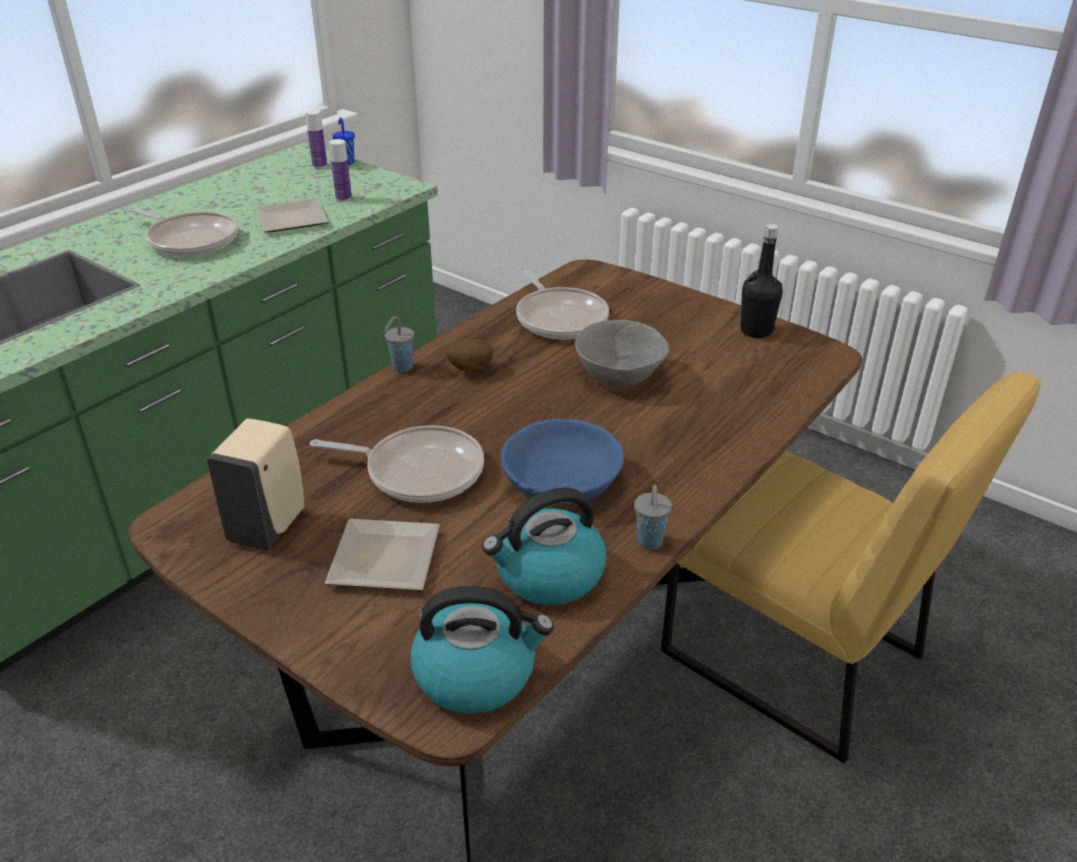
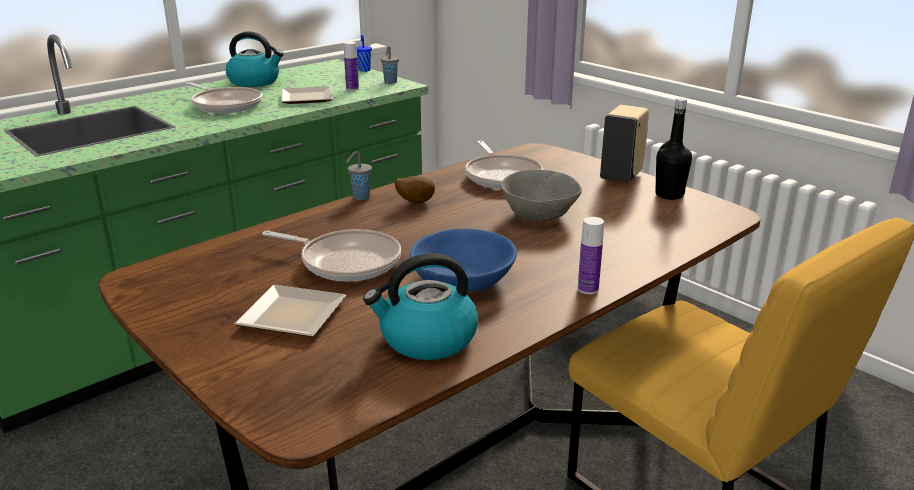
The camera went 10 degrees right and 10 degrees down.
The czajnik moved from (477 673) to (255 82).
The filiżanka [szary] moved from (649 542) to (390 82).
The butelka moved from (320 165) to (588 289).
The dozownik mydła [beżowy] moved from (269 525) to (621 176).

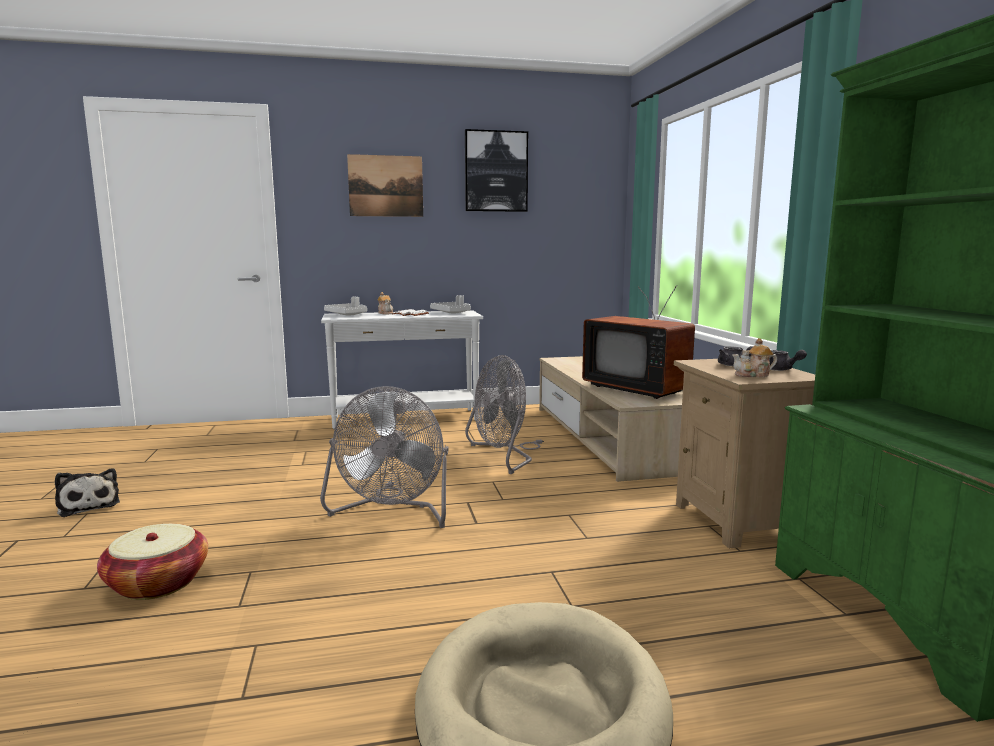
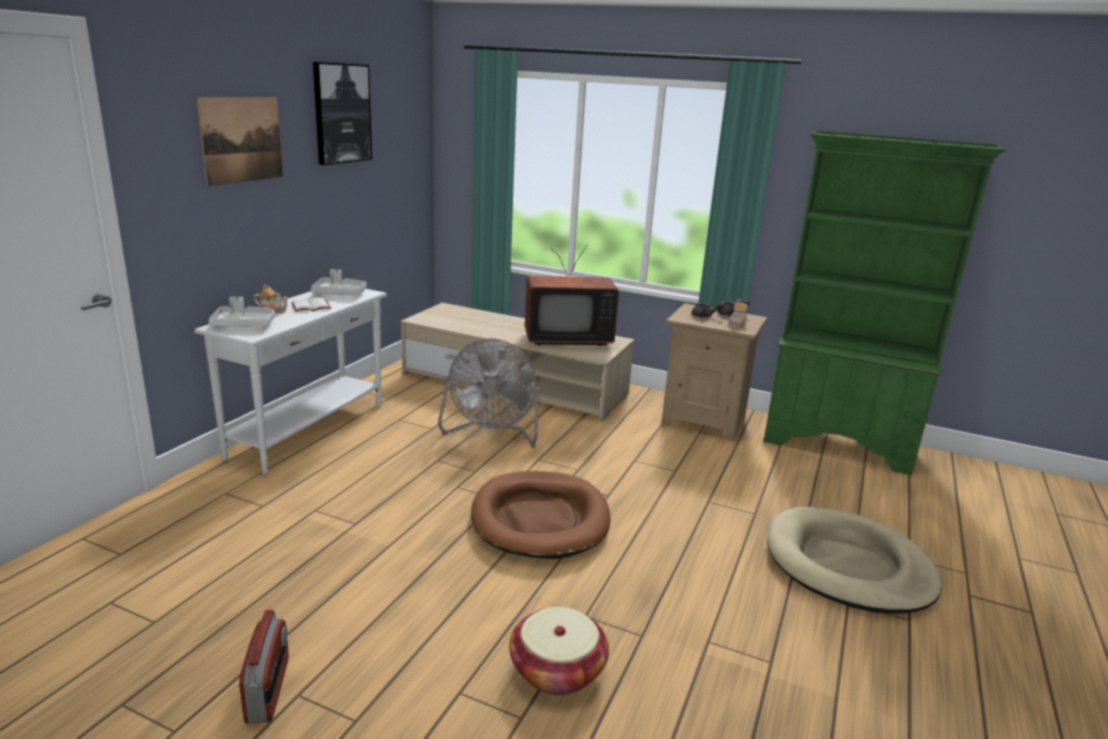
The camera went 55 degrees left and 10 degrees up.
The pluszak at (88 505) was replaced by the radio at (269 690).
The wentylator [szary] at (390 511) was replaced by the legowisko [brązowy] at (540 519).

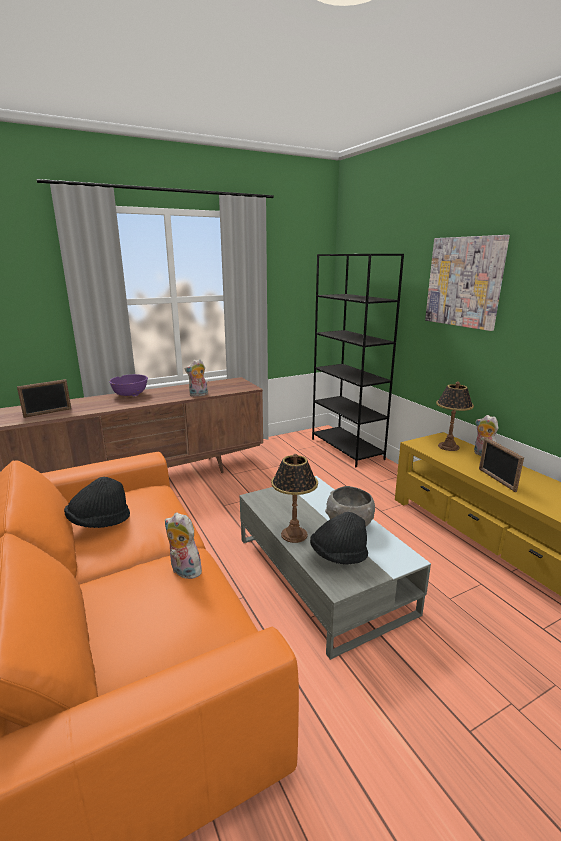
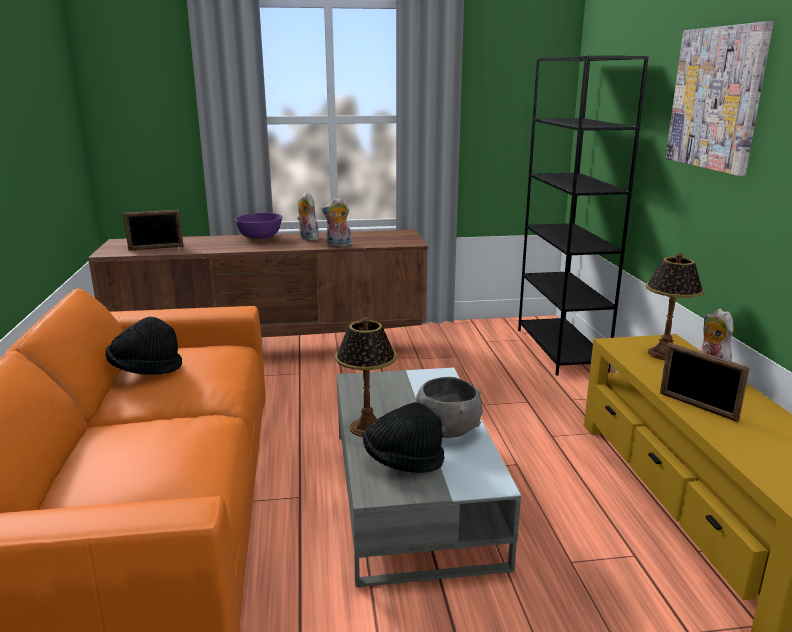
The camera went 20 degrees right and 0 degrees up.
The pluszak moved from (183 571) to (307 238).
The ramka na zdjęcie at (496 480) turned 45 degrees counterclockwise.

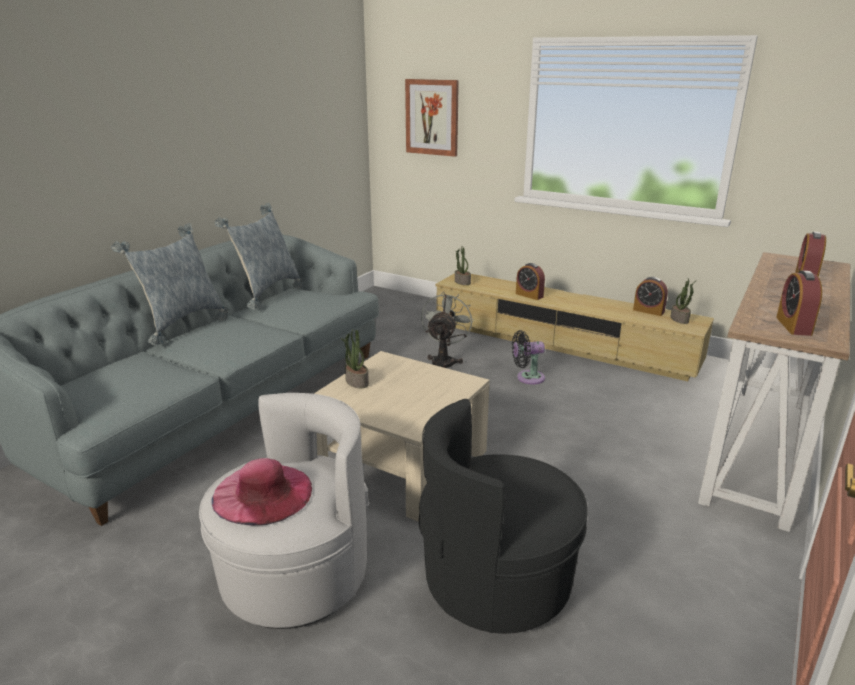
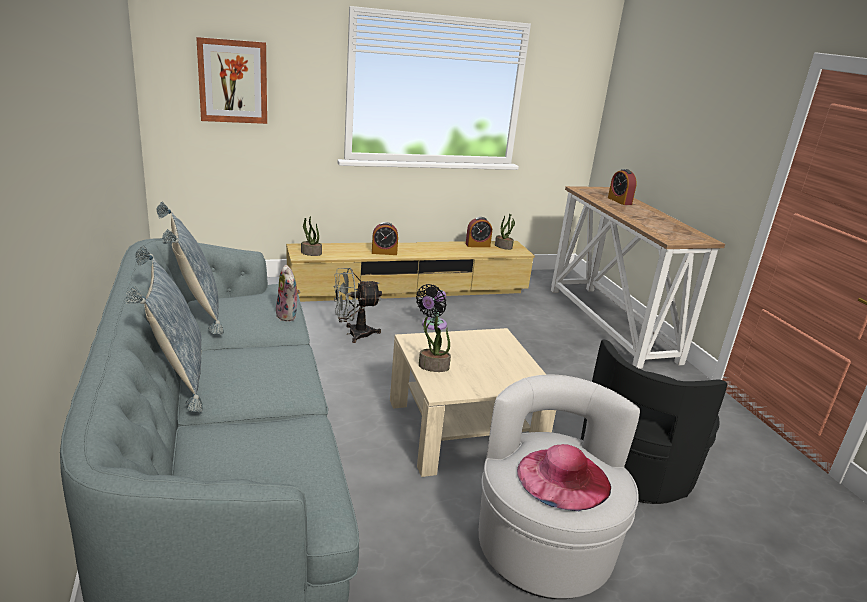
The camera went 50 degrees left and 0 degrees up.
The pluszak at (288 316) appeared.
The wentylator [szary] at (444 361) turned 75 degrees counterclockwise.
The budzik at (793 326) disappeared.

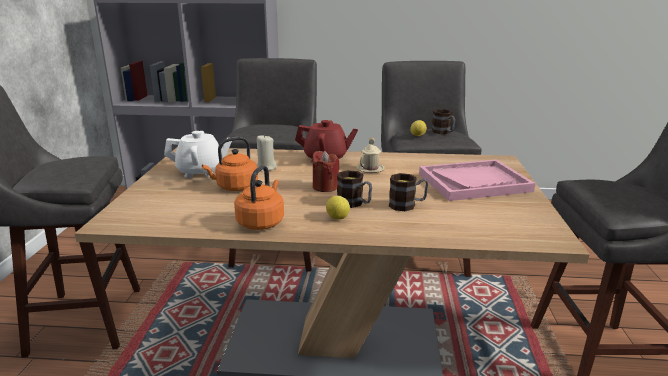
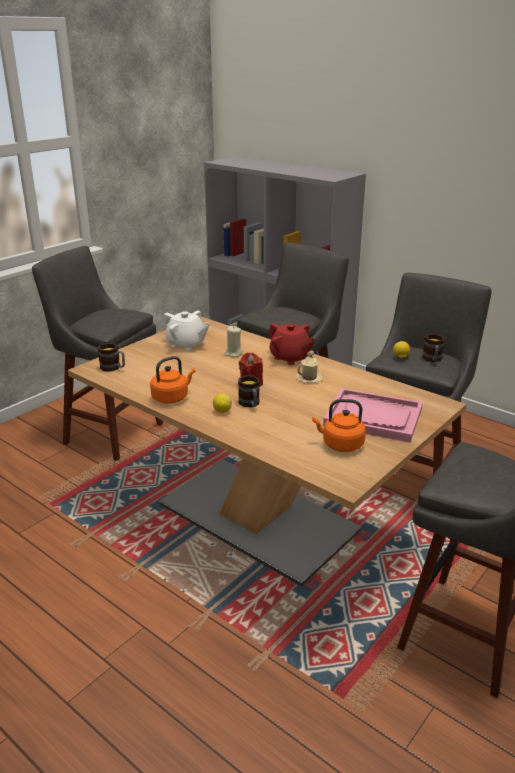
The camera went 35 degrees right and 5 degrees up.
The kubek moved from (407 205) to (113 368).
The czajnik [pomarańczowy] moved from (235 187) to (340 445).

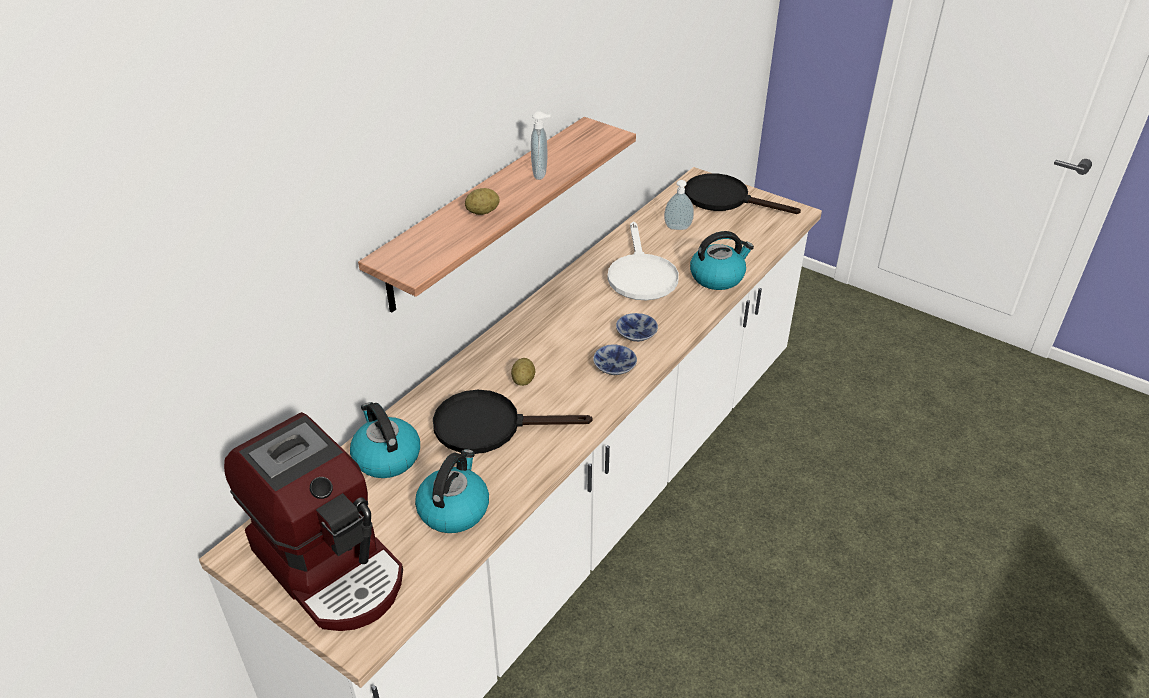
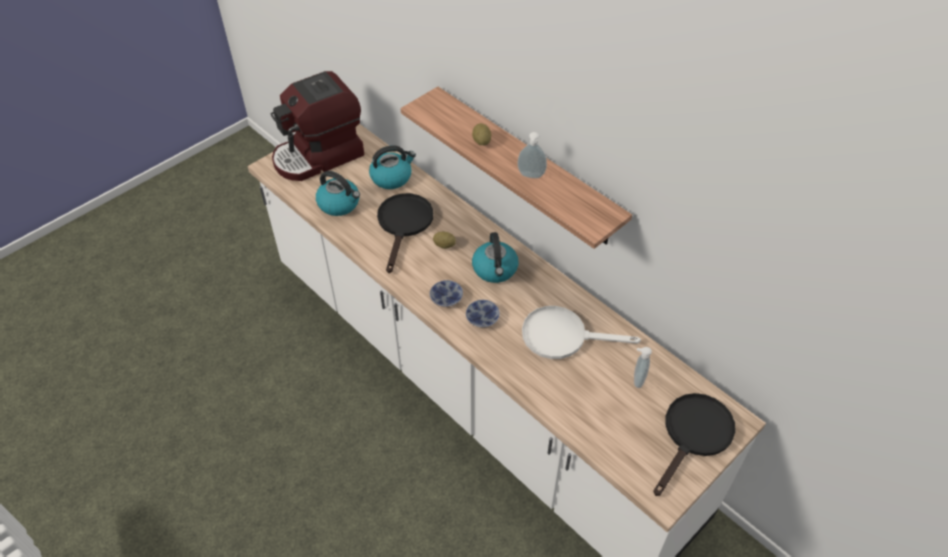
The camera went 100 degrees right and 10 degrees up.
The czajnik moved from (717 277) to (495 269).

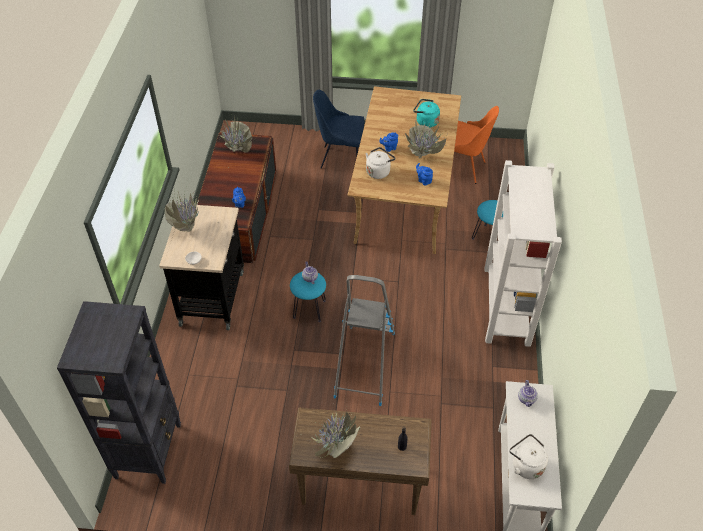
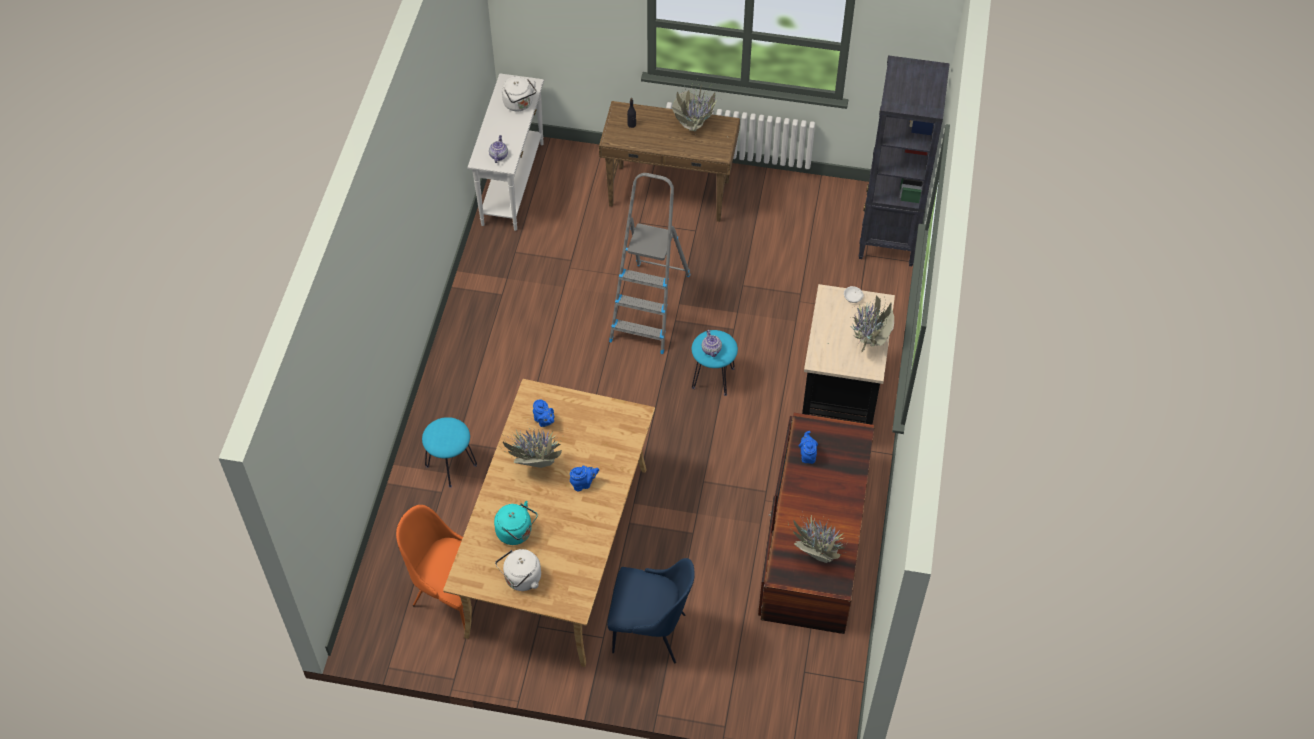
The camera went 175 degrees left and 5 degrees up.
The czajnik [biały] moved from (379 171) to (521 579).
The regał [biały] at (506 305) disappeared.

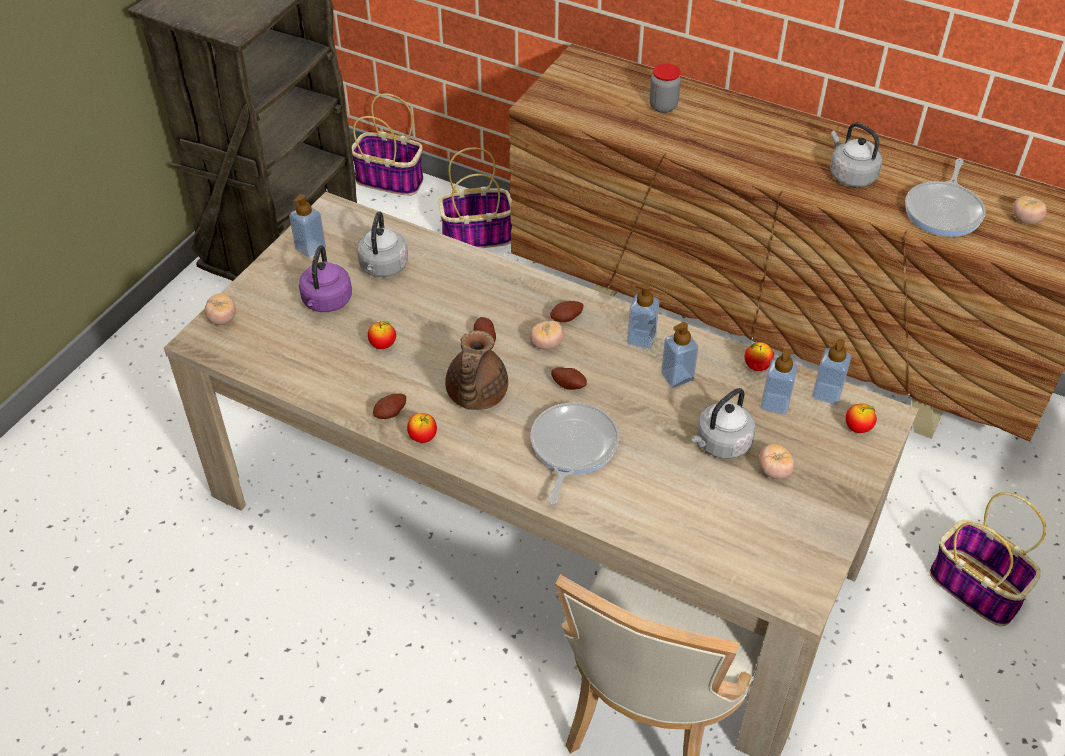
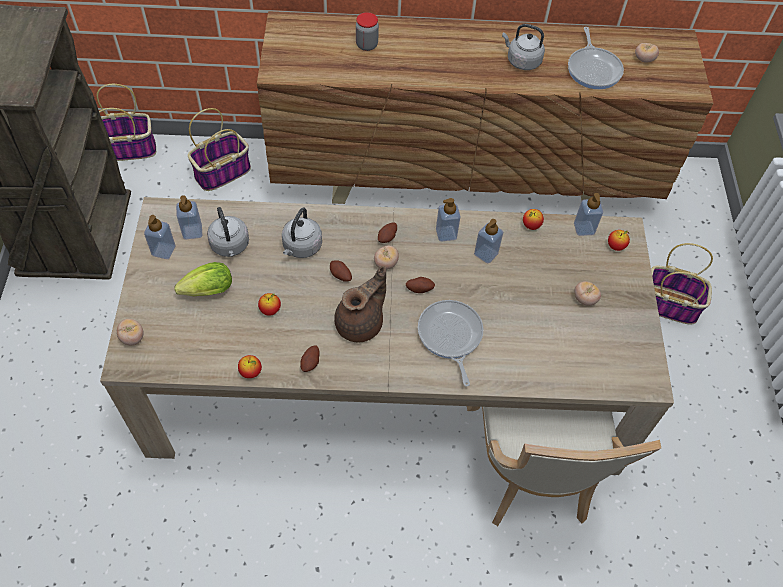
The camera went 30 degrees left and 10 degrees up.
The czajnik [fioletowy] at (326 302) was replaced by the sałata at (205 291).
The dozownik mydła moved from (775 403) to (192 231).
The jabłko moved from (423 438) to (251 372).
The czajnik [szary] moved from (721 444) to (301 247).
The imbryk [brązowy] at (475 395) turned 120 degrees counterclockwise.

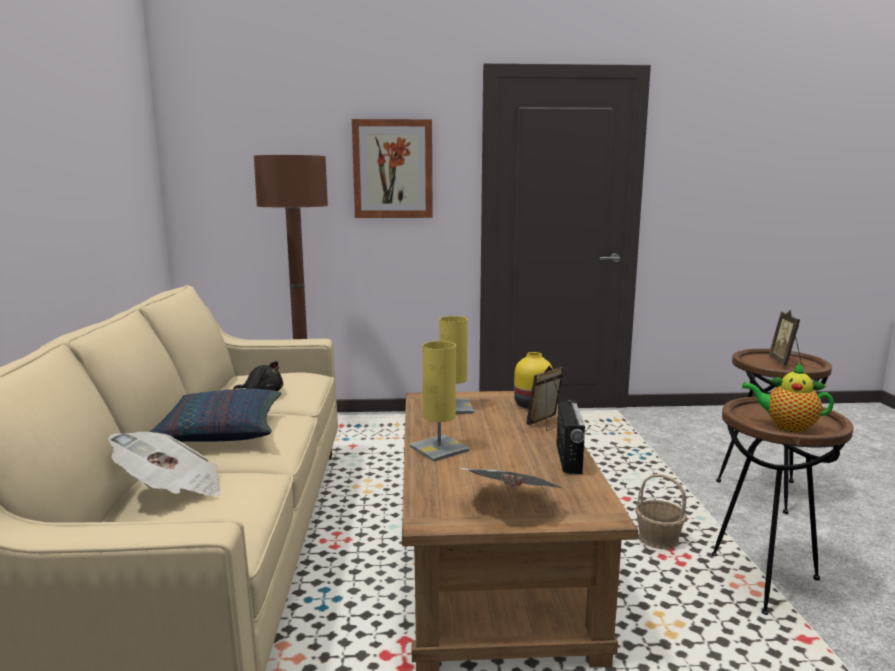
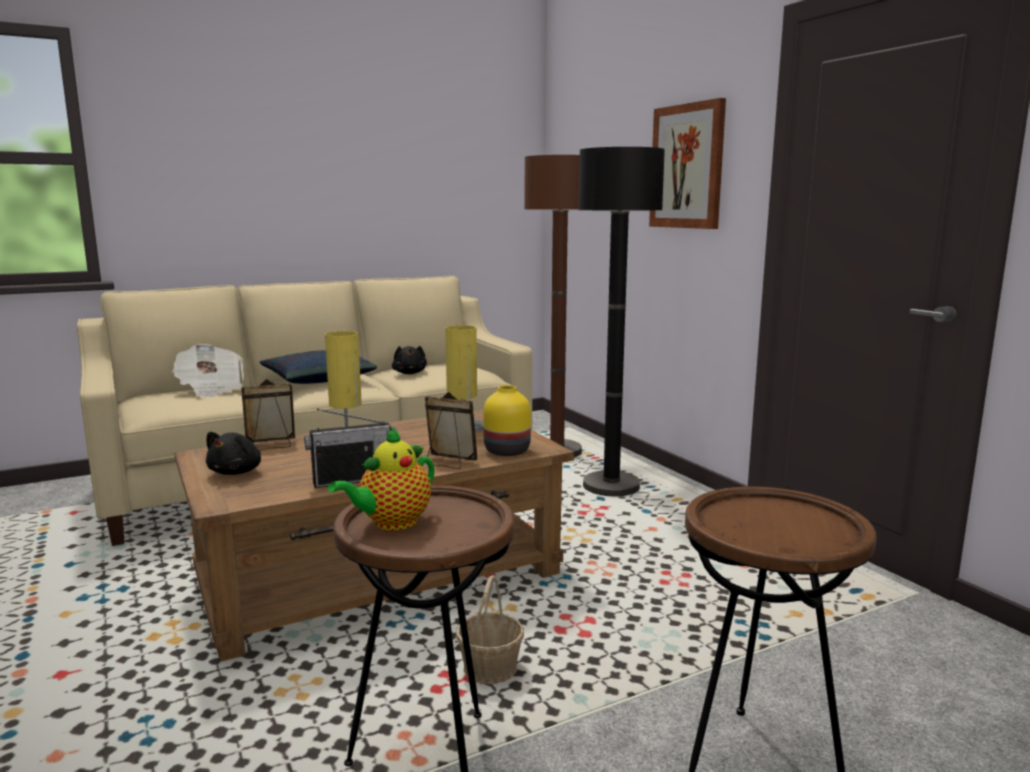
The camera went 65 degrees right and 0 degrees up.
The gazeta at (512 503) was replaced by the pluszak [czarny] at (237 472).
The ramka na zdjęcie moved from (785 363) to (271 445).
The imbryk at (786 426) turned 135 degrees counterclockwise.
The lampa stojąca [czarny] at (611 487) appeared.

